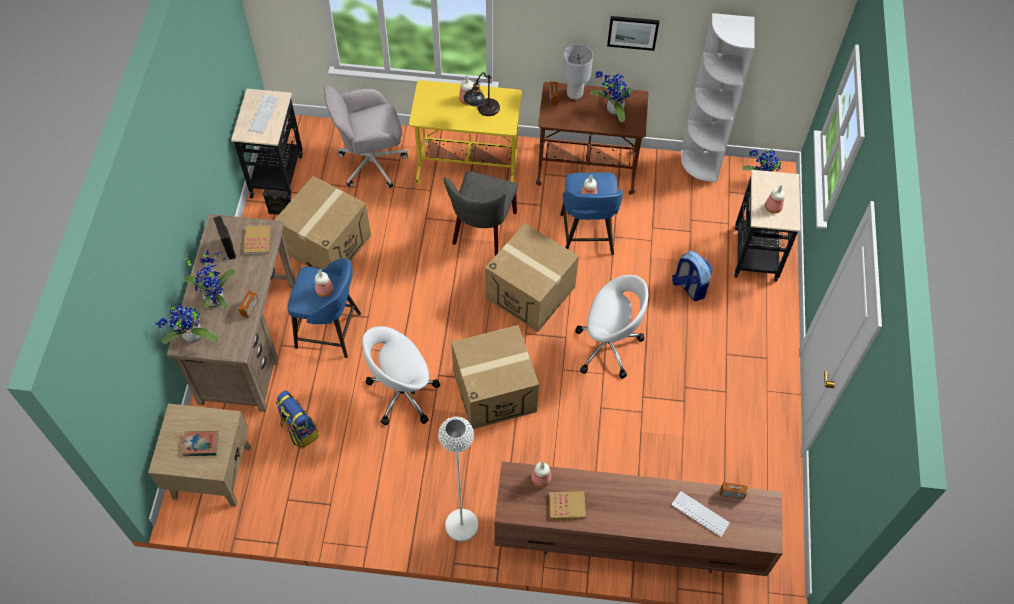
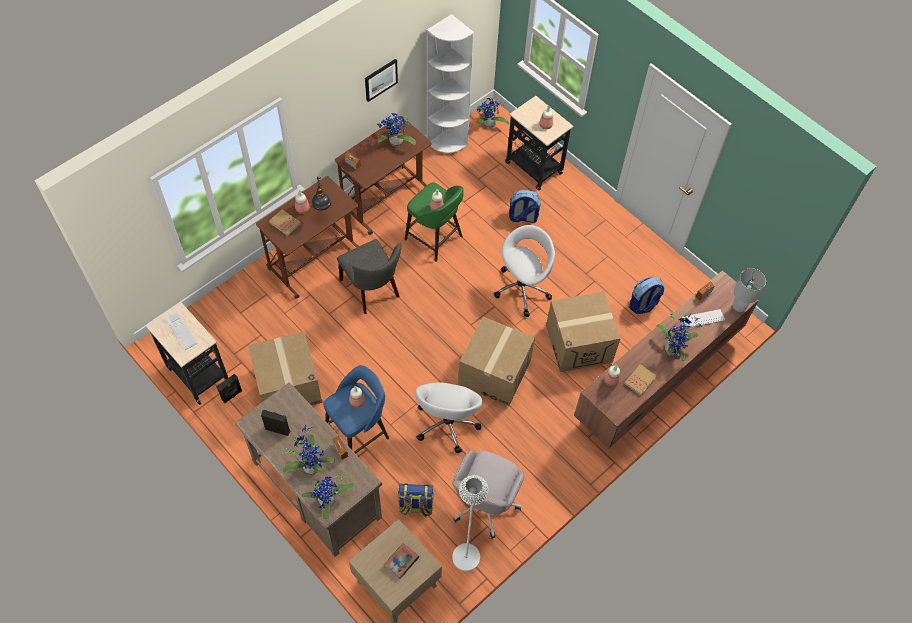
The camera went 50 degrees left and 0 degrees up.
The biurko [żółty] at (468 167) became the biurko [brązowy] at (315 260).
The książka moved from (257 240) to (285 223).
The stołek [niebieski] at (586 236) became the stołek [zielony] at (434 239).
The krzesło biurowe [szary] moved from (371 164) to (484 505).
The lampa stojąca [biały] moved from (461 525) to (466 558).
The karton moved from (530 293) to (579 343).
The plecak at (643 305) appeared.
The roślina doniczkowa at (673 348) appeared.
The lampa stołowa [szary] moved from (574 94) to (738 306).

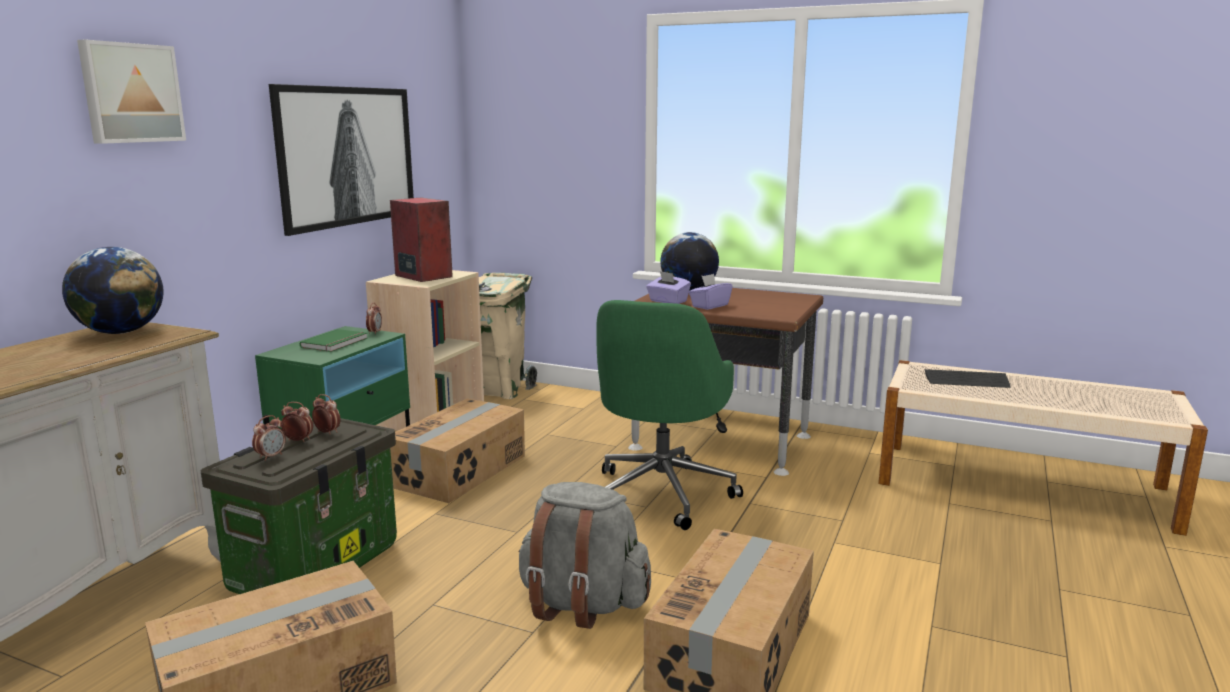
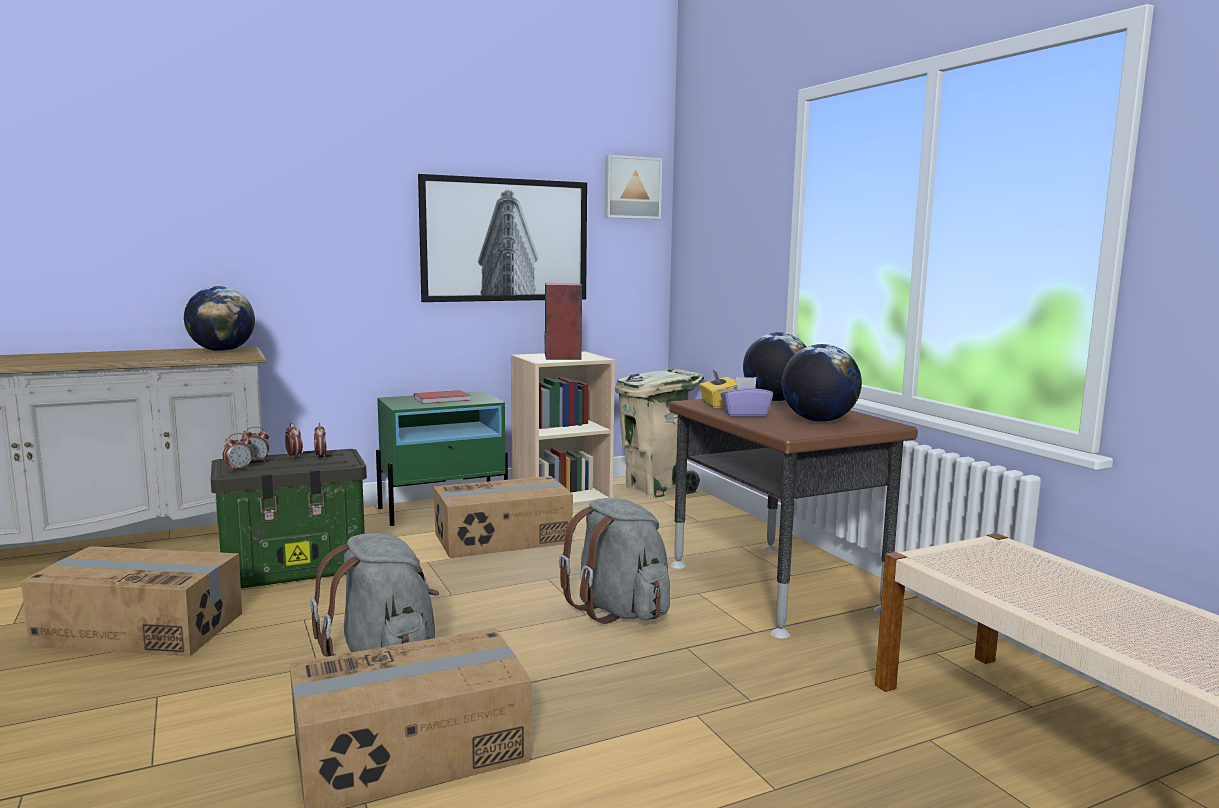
The camera went 40 degrees right and 5 degrees down.
The budzik moved from (374 332) to (238 469).
The książka [zielony] at (336 343) became the książka [czerwony] at (442 399).
The krzesło biurowe [zielony] at (662 495) was replaced by the plecak [szary] at (619 610).
The obraz moved from (131 93) to (631 187).
The pudełko chusteczek [fioletowy] at (667 301) became the pudełko chusteczek [żółty] at (717 405).
The globus at (818 421) appeared.
The klawiatura at (966 381) disappeared.

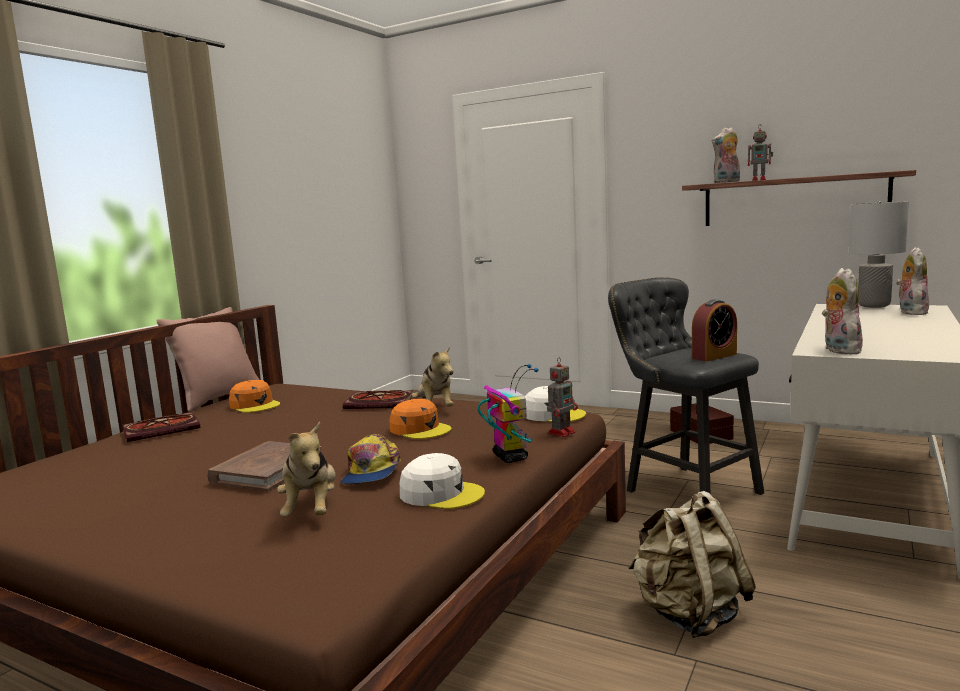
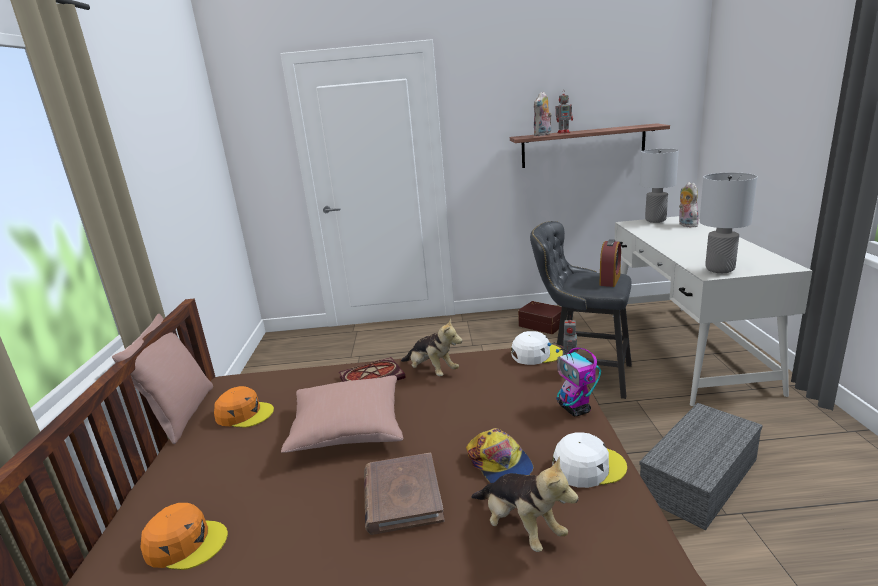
The camera went 30 degrees left and 10 degrees up.
The czapka z daszkiem [pomarańczowy] moved from (420 429) to (186 543).
The poduszka [różowy] at (348 429) appeared.
The robot zabawkowy at (510 457) turned 150 degrees counterclockwise.
The plecak [beżowy] at (689 615) was replaced by the pojemnik do przechowywania [szary] at (700 479).
The pluszak at (838 350) was replaced by the lampa stołowa [szary] at (720 271).
The książka at (163 429) disappeared.

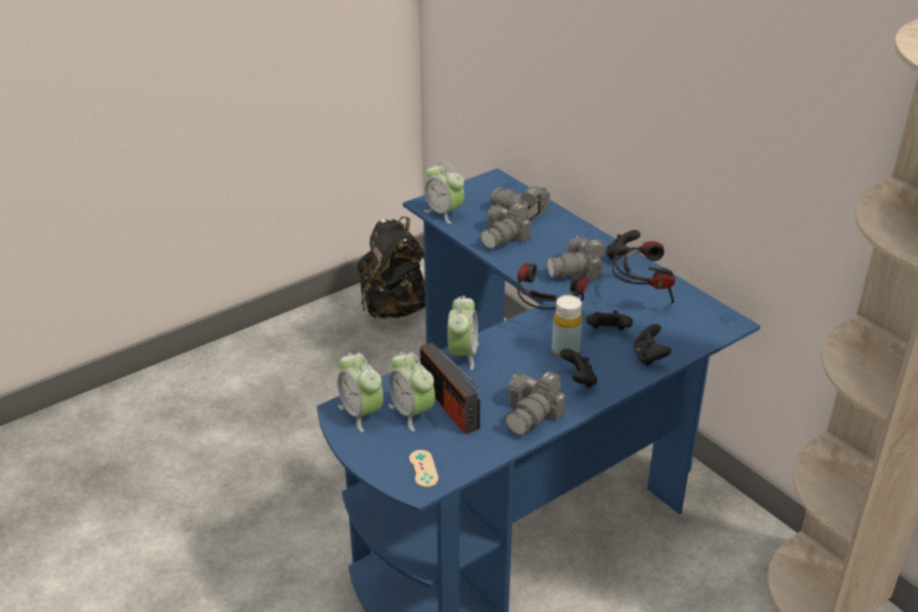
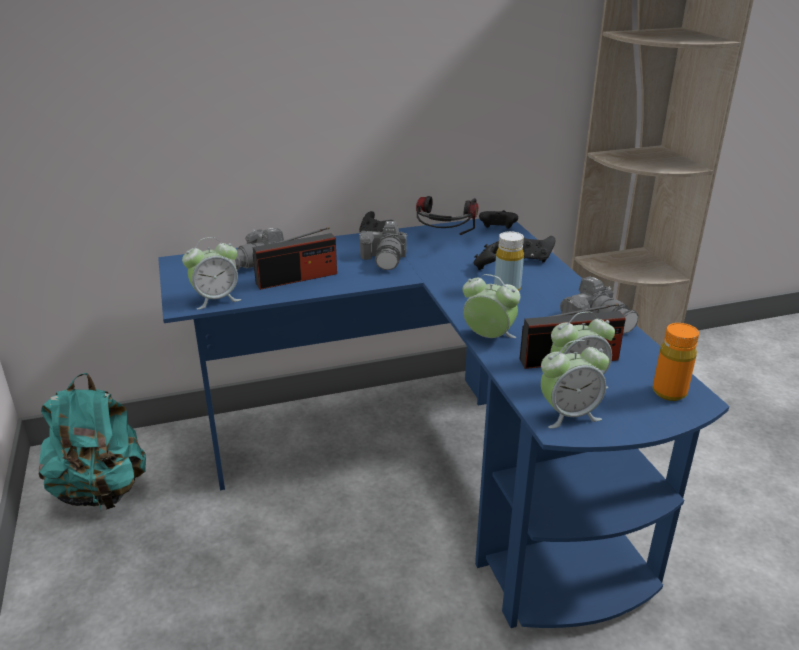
The camera went 70 degrees left and 5 degrees down.
The plecak [czarny] at (395 308) became the plecak [turkusowy] at (102 491).
The aparat fotograficzny at (504 237) was replaced by the radio at (297 278).
The pad do gier [czarny] moved from (579 380) to (497 230).
The pad do gier [beżowy] at (423 469) was replaced by the butelka [pomarańczowy] at (669 392).
The słuchawki at (546 317) disappeared.

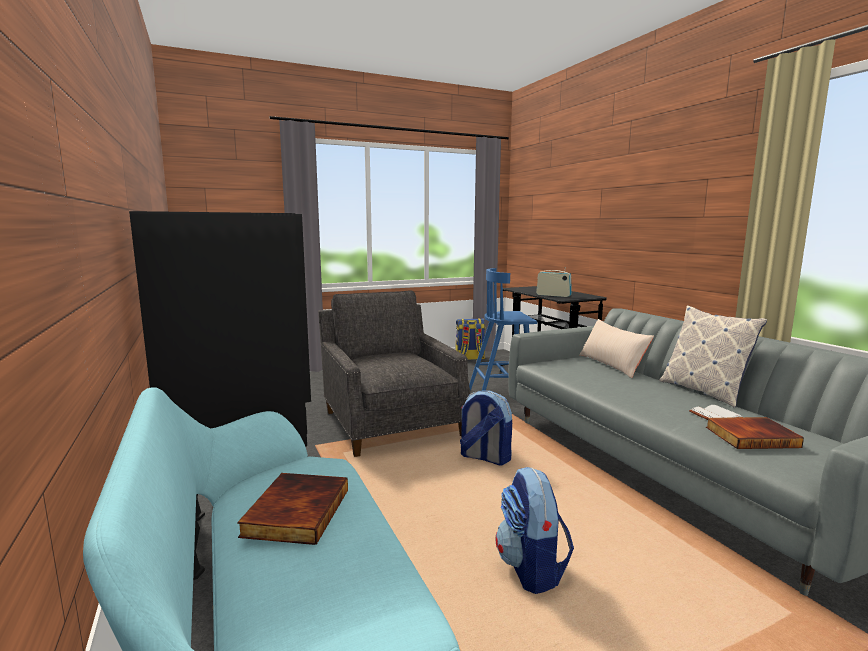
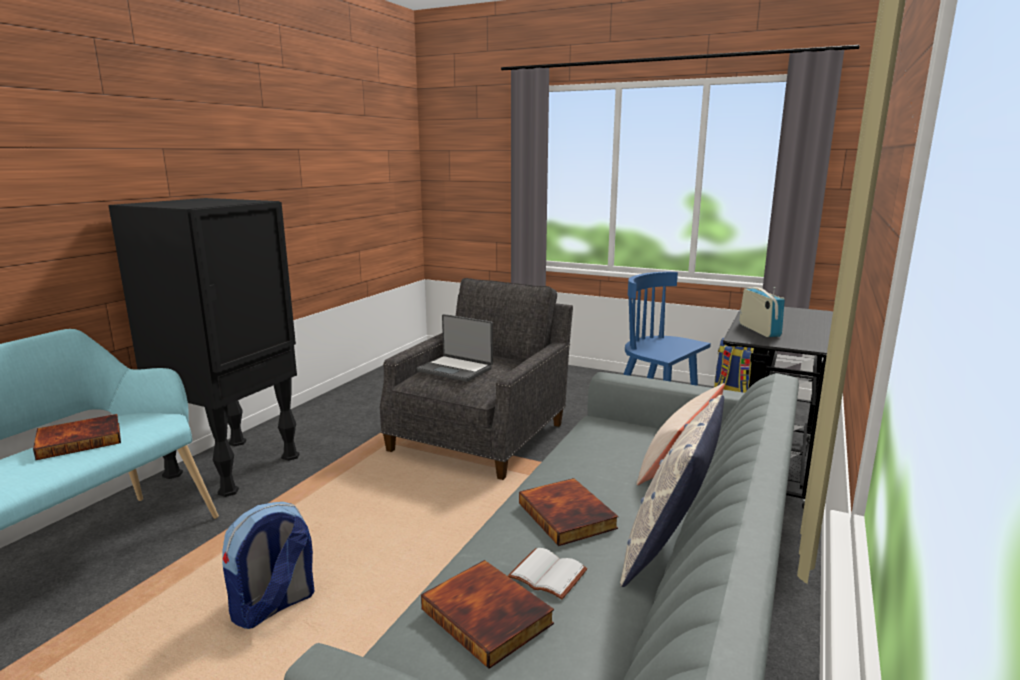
The camera went 50 degrees right and 5 degrees up.
The laptop at (456 369) appeared.
The książka at (568 515) appeared.
The plecak at (484 458) disappeared.

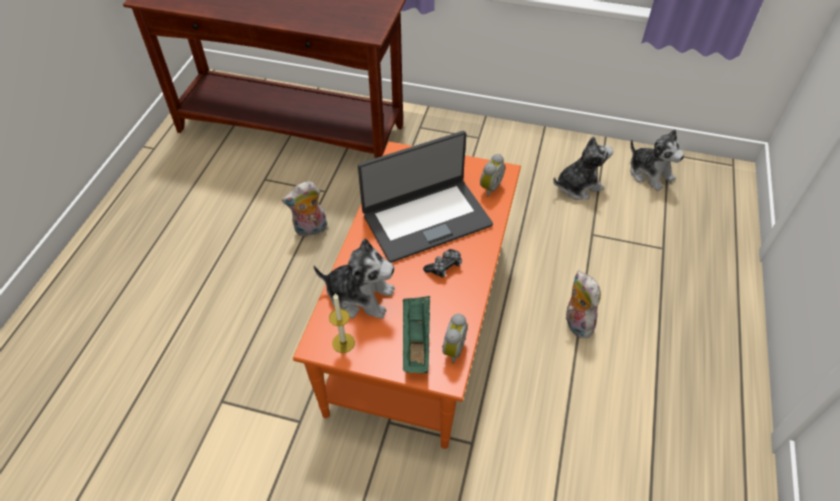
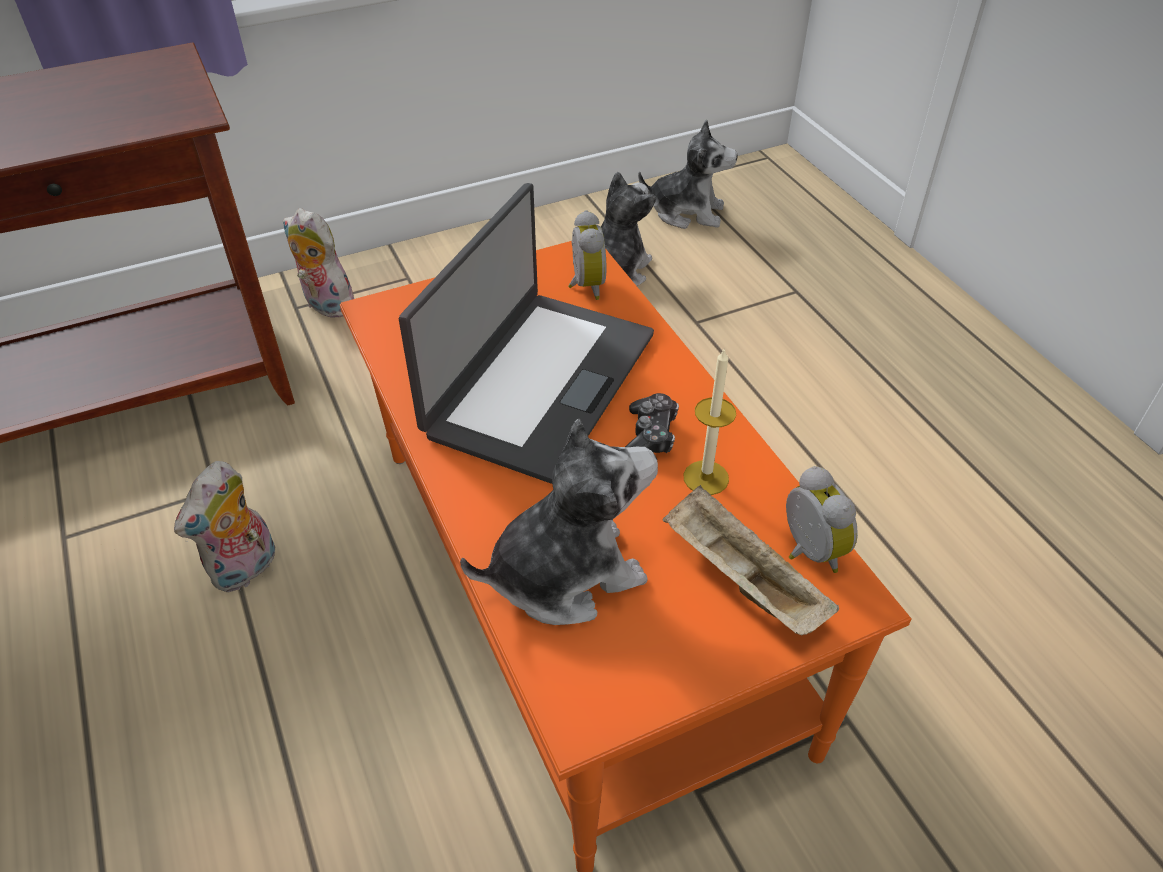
The camera went 40 degrees left and 5 degrees down.
The pluszak moved from (575 323) to (325 305).
The taca [zielony] at (416 340) became the taca [beżowy] at (739 579).
The świeca moved from (343 343) to (706 478).

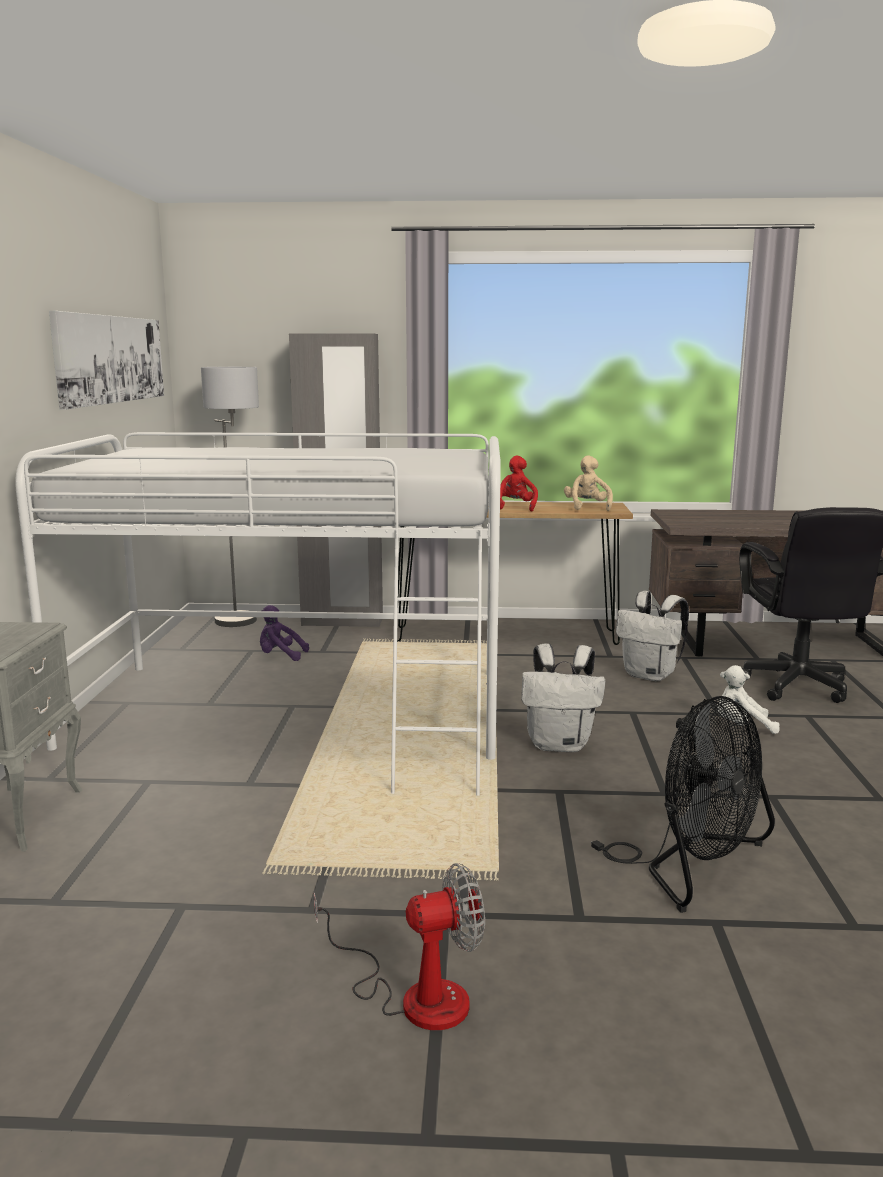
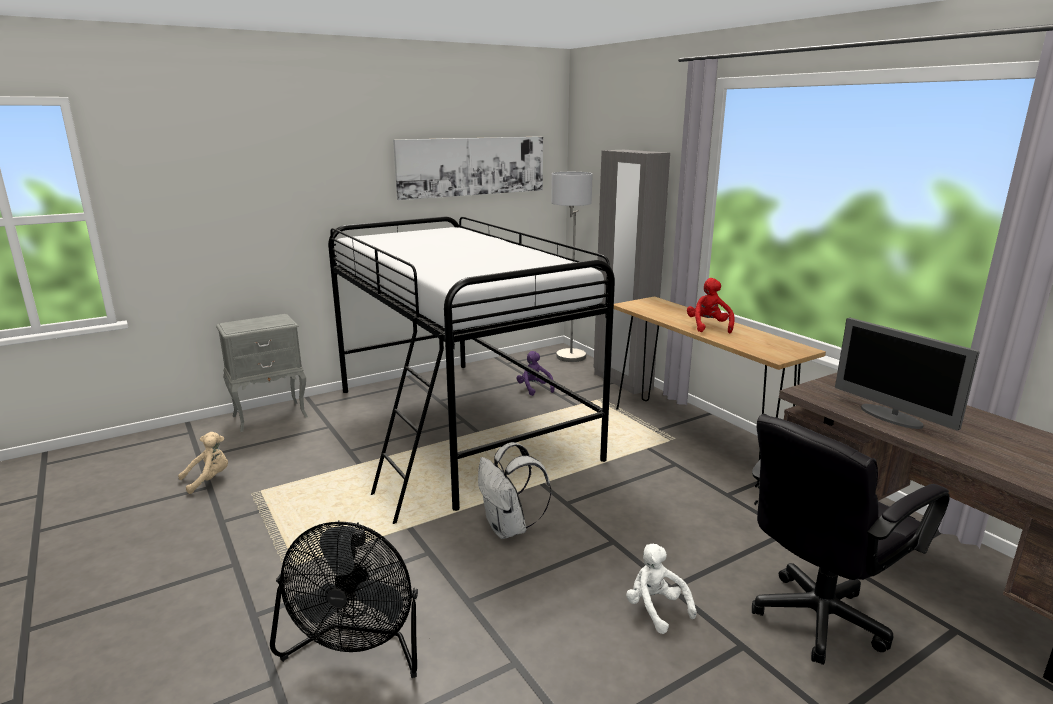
The camera went 55 degrees right and 5 degrees up.
The pluszak [beżowy] moved from (587 507) to (209 479).
The łóżko [biały] at (298 710) became the łóżko [czarny] at (459 425).
The pluszak [czerwony] at (514 507) turned 60 degrees counterclockwise.
The monitor at (891 417) appeared.
The wentylator at (415 995) disappeared.
The plecak [biały] at (650 675) disappeared.

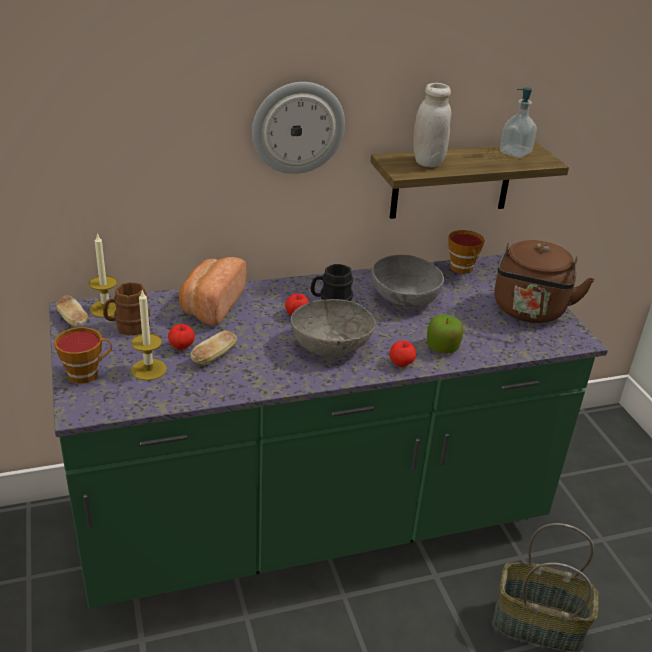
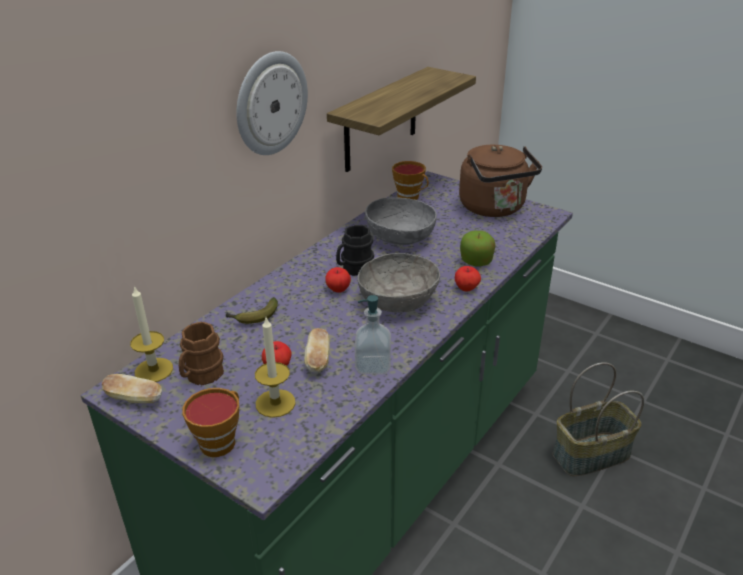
The camera went 35 degrees left and 0 degrees up.
The chleb at (211 305) was replaced by the banan at (253 317).
The dozownik mydła moved from (515 152) to (373 365).
The słoik [biały] at (428 162) disappeared.

